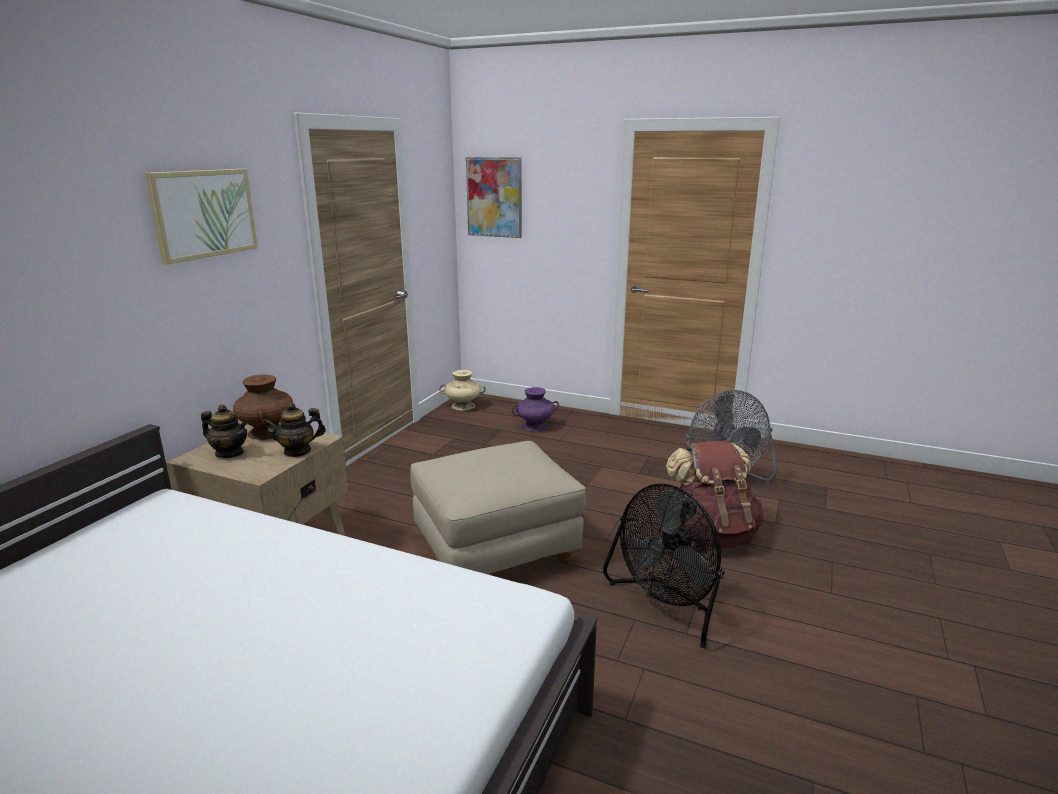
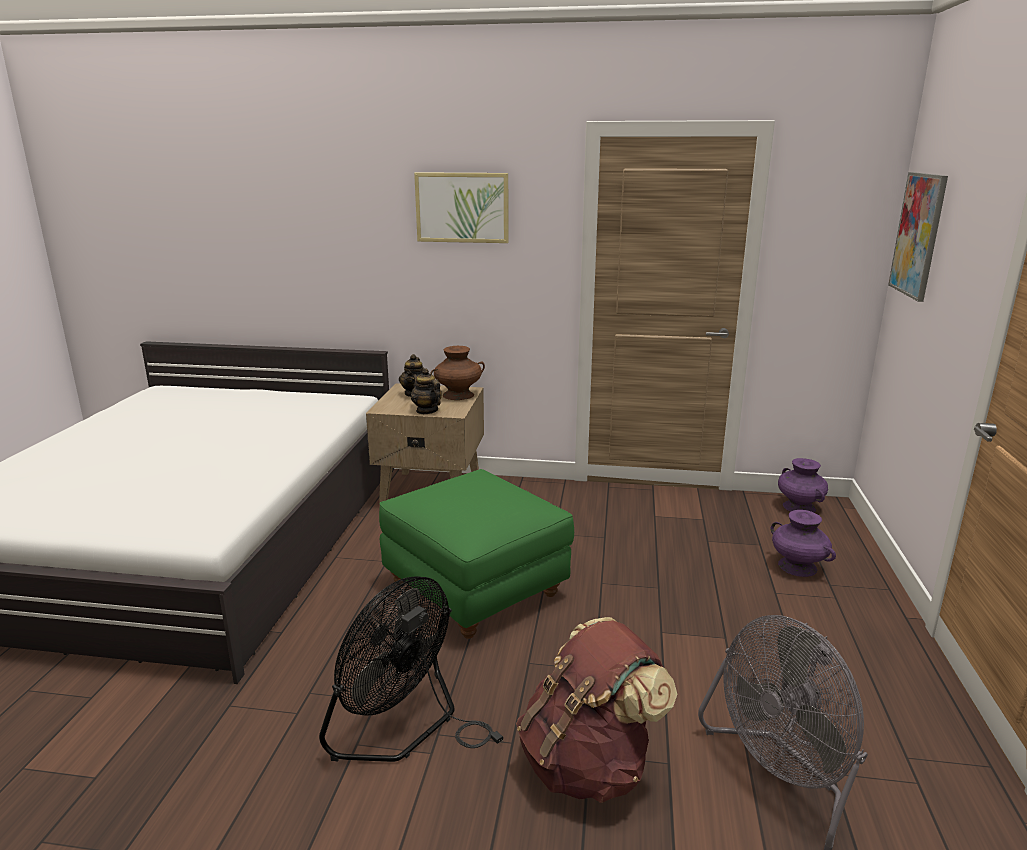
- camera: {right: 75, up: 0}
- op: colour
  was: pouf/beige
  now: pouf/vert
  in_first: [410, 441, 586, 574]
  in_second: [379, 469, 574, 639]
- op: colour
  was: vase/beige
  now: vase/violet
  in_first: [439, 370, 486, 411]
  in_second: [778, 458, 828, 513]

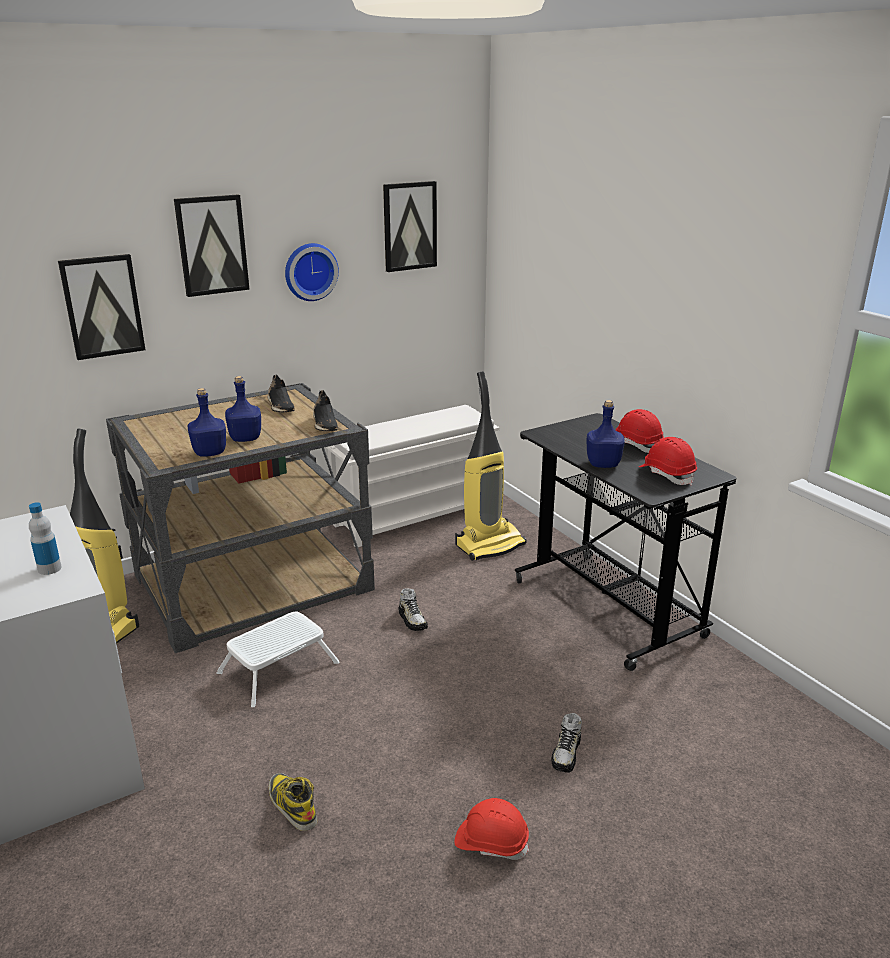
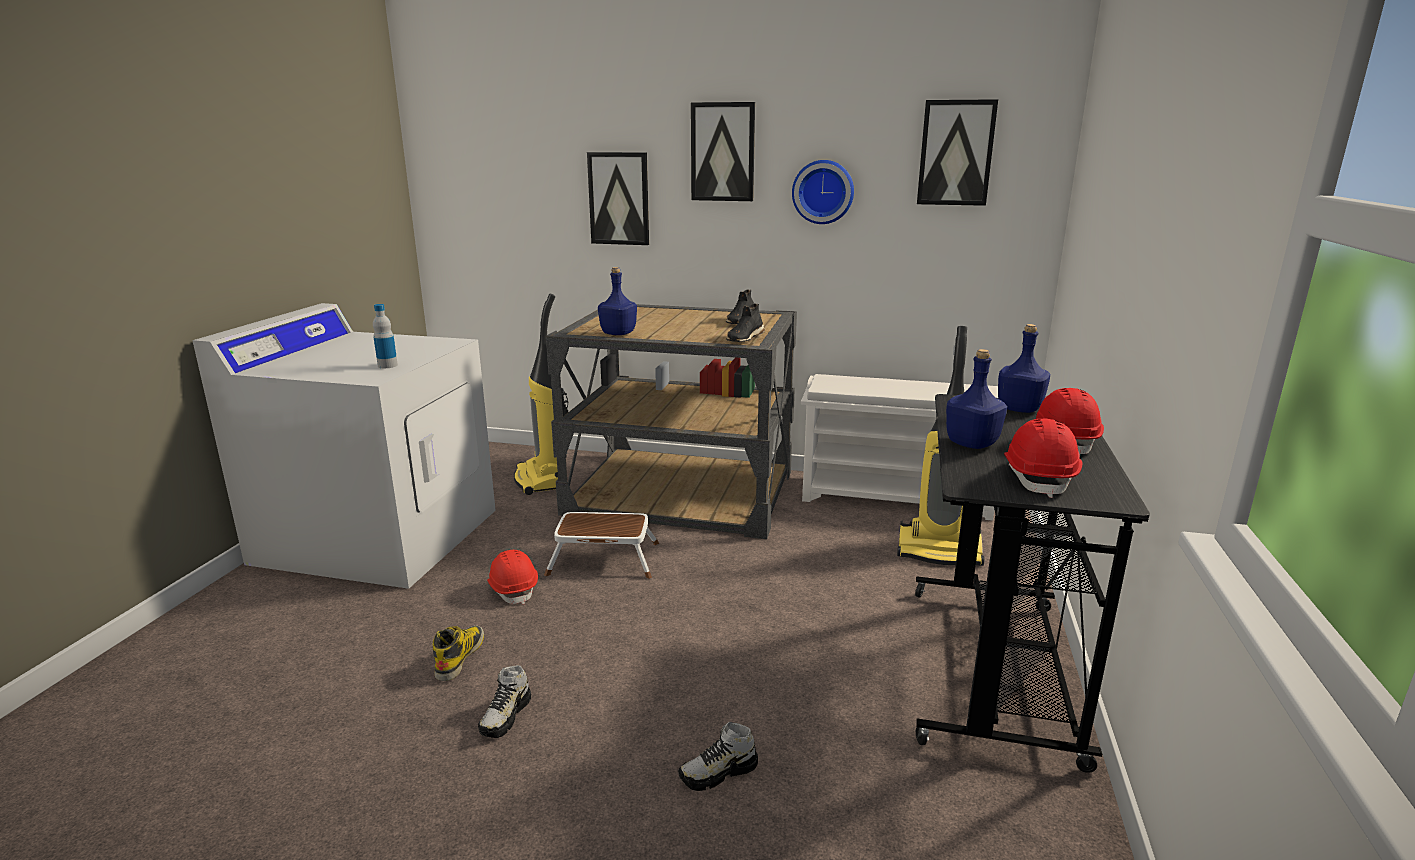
- camera: {right: 45, up: -5}
- op: colour
  was: escabeau/blanc
  now: escabeau/marron
  in_first: [216, 611, 340, 707]
  in_second: [544, 512, 659, 579]
- op: relocated
  was: bouteille/bleu
  in_first: [225, 376, 261, 442]
  in_second: [998, 324, 1050, 413]
- op: relocated
  was: chaussure
  in_first: [398, 588, 428, 631]
  in_second: [478, 665, 531, 738]
- op: relocated
  was: casque de chantier/rouge
  in_first: [455, 798, 529, 860]
  in_second: [487, 550, 538, 604]

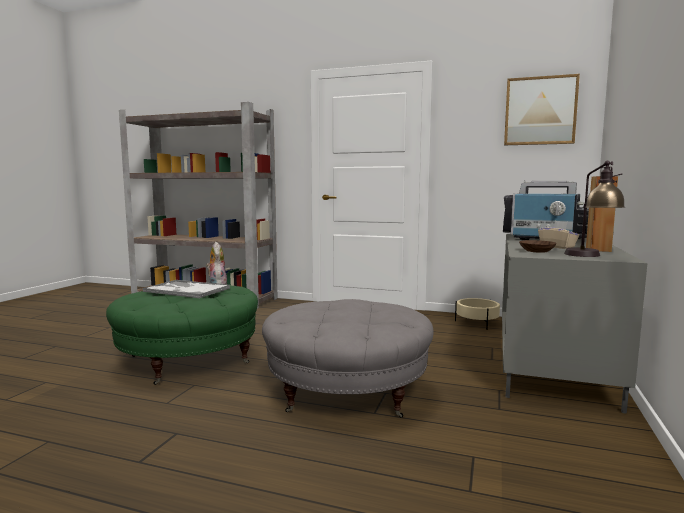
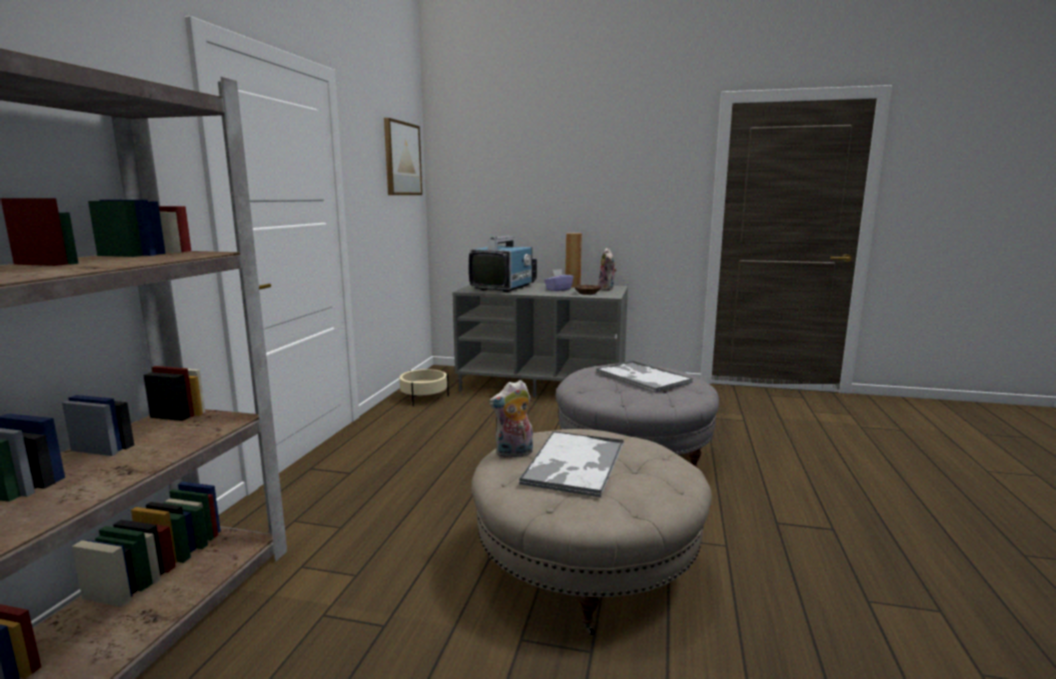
- camera: {right: -95, up: 5}
- op: colour
  was: pouf/vert
  now: pouf/beige
  in_first: [106, 285, 258, 385]
  in_second: [471, 429, 712, 635]
- op: colour
  was: boîte à mouchoirs/beige
  now: boîte à mouchoirs/violet
  in_first: [538, 221, 579, 249]
  in_second: [544, 269, 573, 291]
- op: exchanged
  was: lampe de table
  now: peluche
  in_first: [564, 161, 625, 257]
  in_second: [598, 248, 617, 290]
- op: appeared
  now: plateau
  in_second: [596, 361, 693, 393]

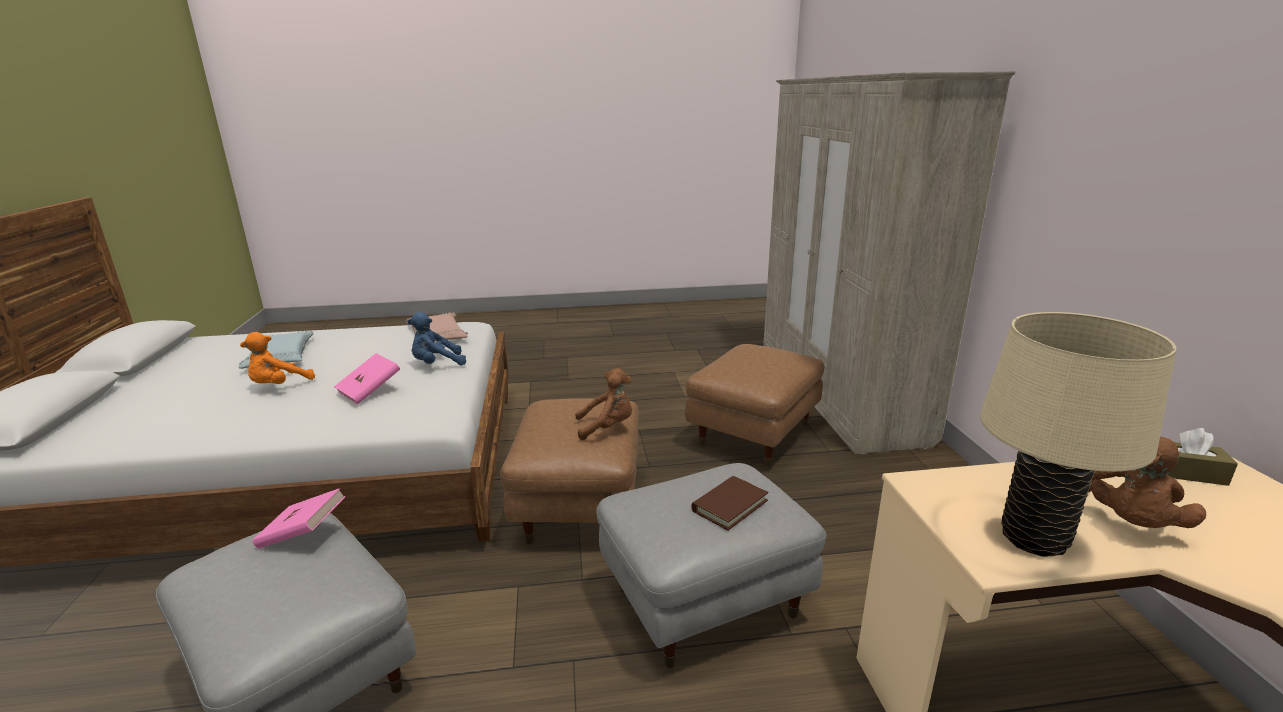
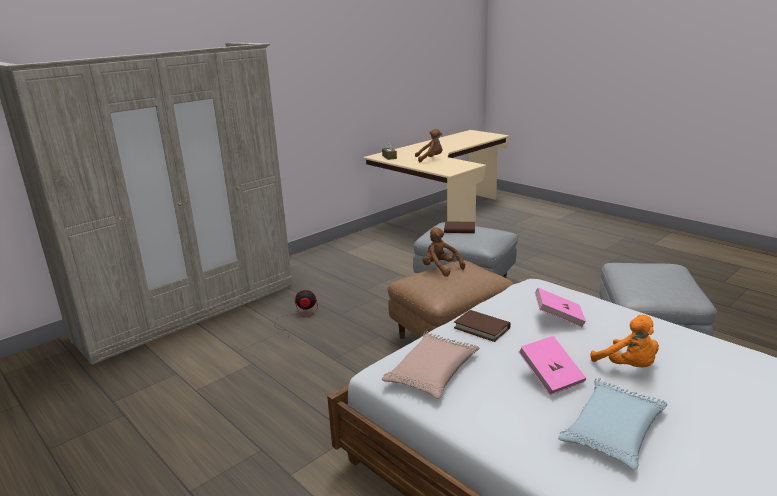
- camera: {right: -125, up: 0}
- op: spun
  was: peluche/orange
  in_first: [240, 332, 315, 384]
  in_second: [590, 315, 659, 367]
  clockwise: 60
- op: relocated
  was: livre/rose
  in_first: [252, 488, 345, 548]
  in_second: [518, 336, 586, 395]
- op: exchanged
  was: peluche/bleu
  now: livre/marron
  in_first: [407, 312, 466, 366]
  in_second: [454, 310, 511, 342]
- op: exchanged
  was: pouf/marron
  now: ventilateur
  in_first: [685, 344, 825, 467]
  in_second: [274, 290, 318, 338]
- op: missing
  was: lampe de table/beige
  in_first: [980, 312, 1177, 557]

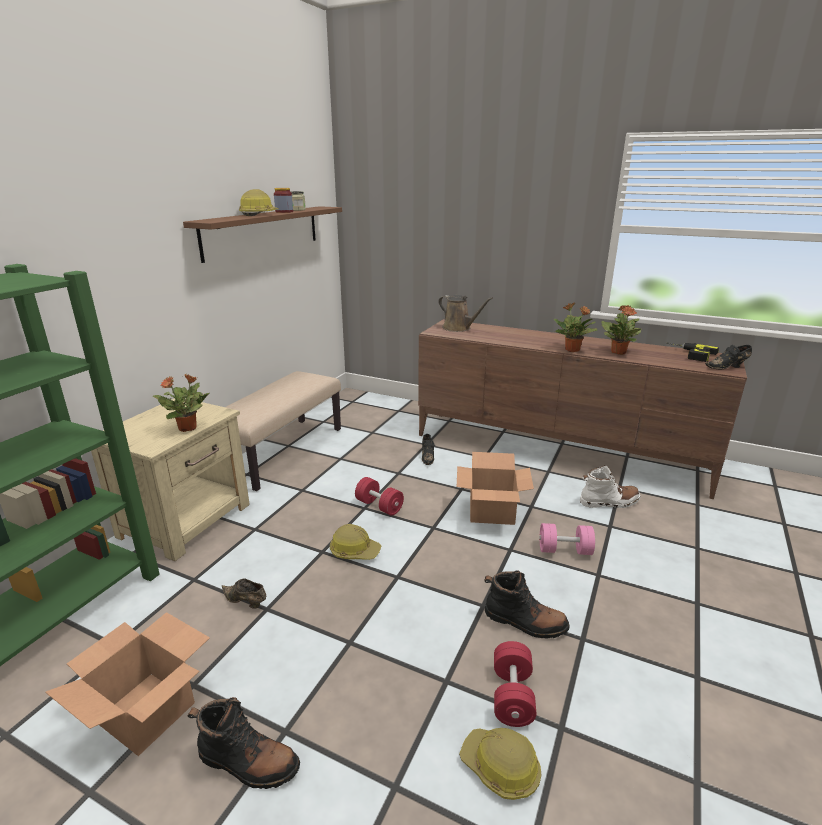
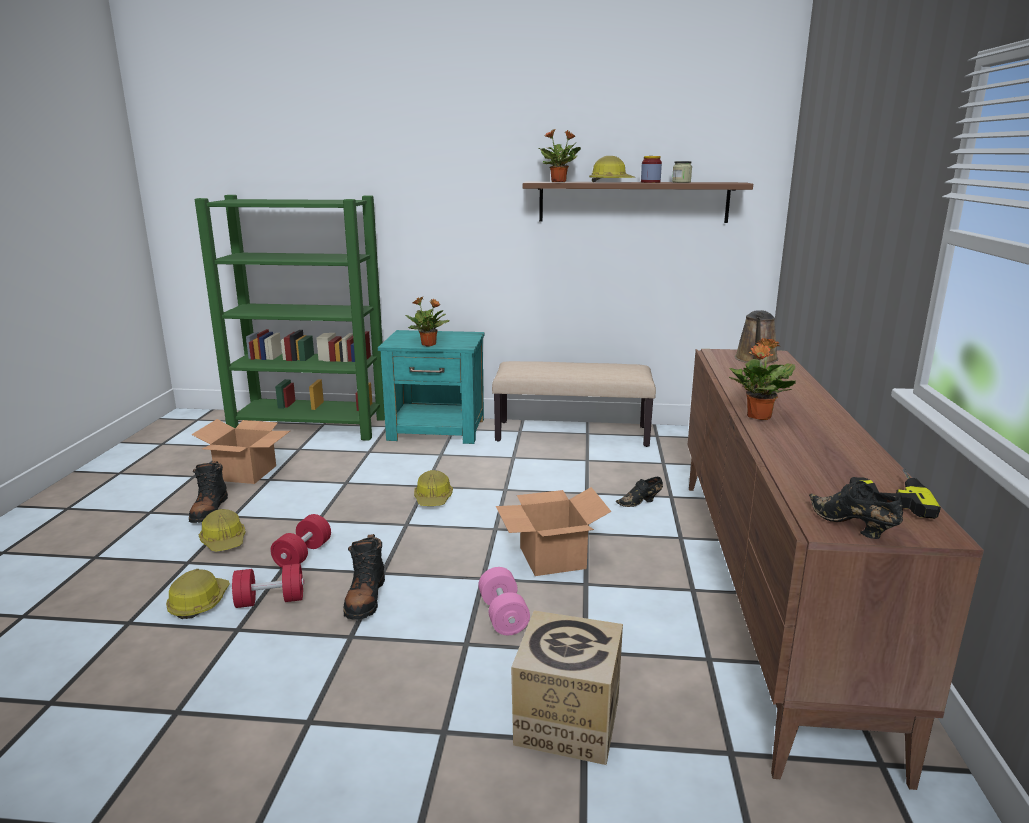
- camera: {right: 70, up: -5}
- op: colour
  was: table de chevet/beige
  now: table de chevet/turquoise
  in_first: [91, 398, 250, 561]
  in_second: [378, 330, 485, 444]
- op: missing
  was: chaussure/marron
  in_first: [222, 579, 266, 609]
- op: relocated
  was: haltère/rouge
  in_first: [355, 477, 404, 516]
  in_second: [270, 514, 331, 568]
- op: missing
  was: botte/blanc
  in_first: [580, 465, 641, 508]
- op: relocated
  was: plante en pot
  in_first: [601, 305, 641, 355]
  in_second: [539, 129, 581, 182]
- op: appeared
  now: casque de chantier
  in_second: [199, 509, 245, 551]
- op: appeared
  now: carton
  in_second: [511, 611, 623, 765]

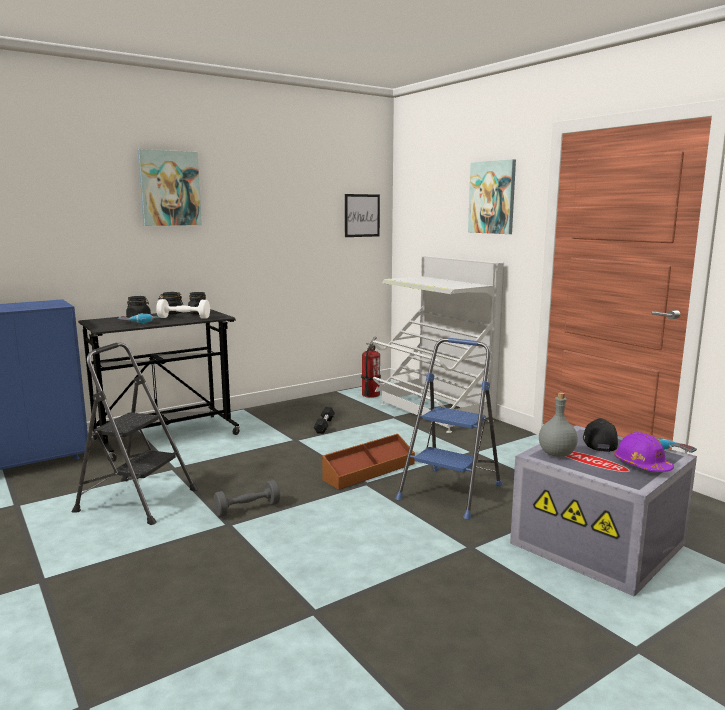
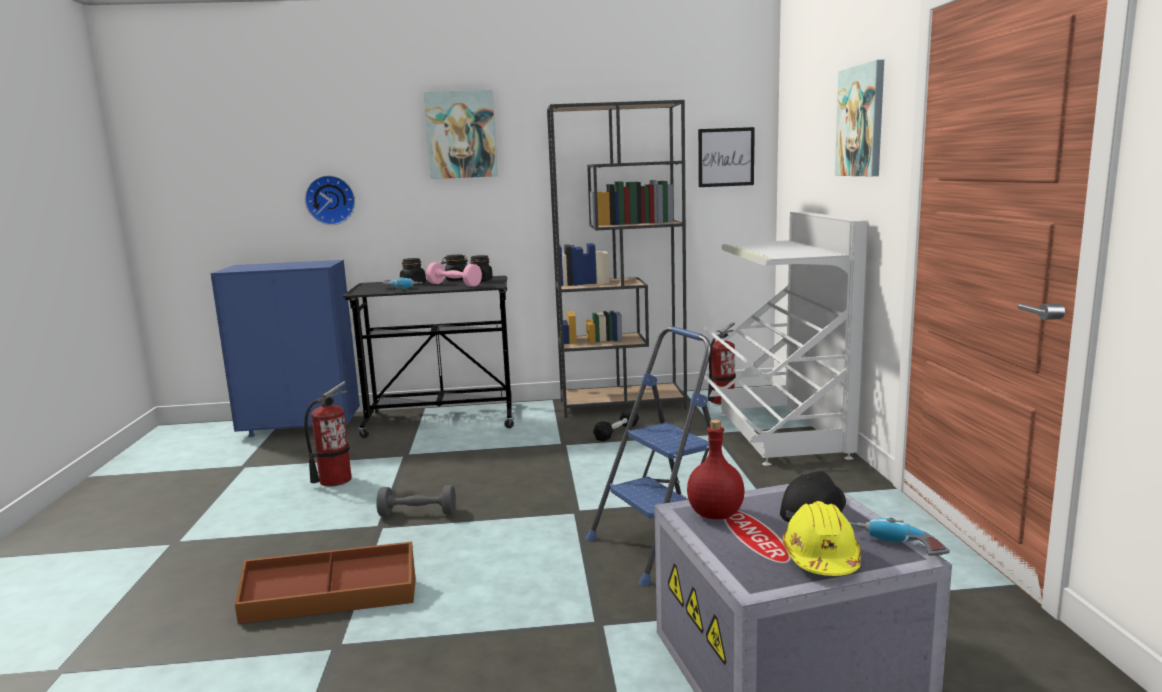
- camera: {right: 30, up: 0}
- op: exchanged
  was: escabeau/noir
  now: extincteur
  in_first: [71, 343, 198, 525]
  in_second: [304, 381, 352, 487]
- op: colour
  was: haltère/blanc
  now: haltère/rose
  in_first: [156, 299, 210, 319]
  in_second: [426, 262, 482, 287]
- op: relocated
  was: boîte de rangement/marron
  in_first: [322, 434, 415, 490]
  in_second: [235, 542, 416, 624]
- op: colour
  was: bouteille/gris
  now: bouteille/rouge
  in_first: [539, 392, 578, 457]
  in_second: [687, 420, 745, 519]
- op: colour
  was: casque de chantier/violet
  now: casque de chantier/jaune
  in_first: [614, 432, 674, 472]
  in_second: [782, 501, 861, 576]
- op: appeared
  now: horloge murale
  in_second: [305, 175, 355, 225]
- op: appeared
  now: bibliothèque
  in_second: [547, 100, 687, 418]

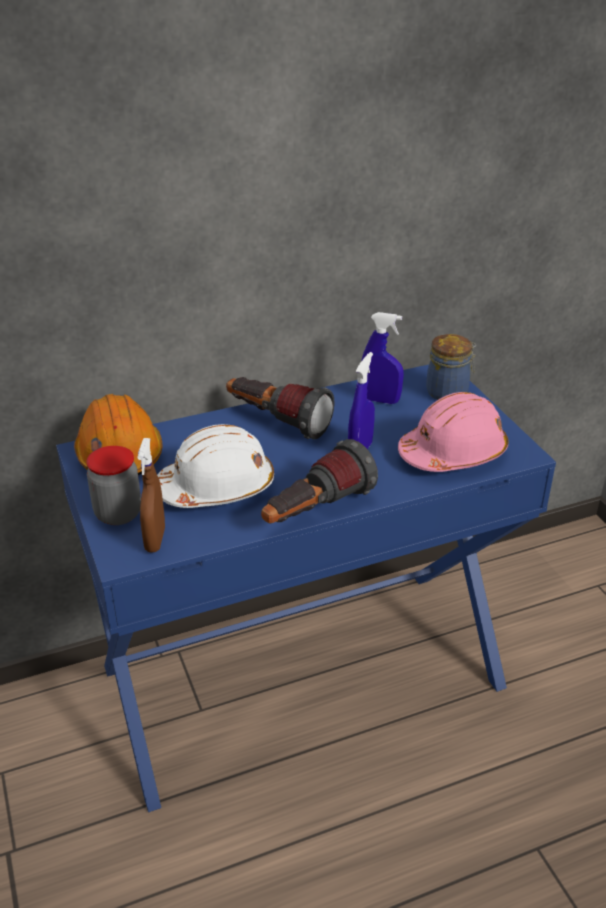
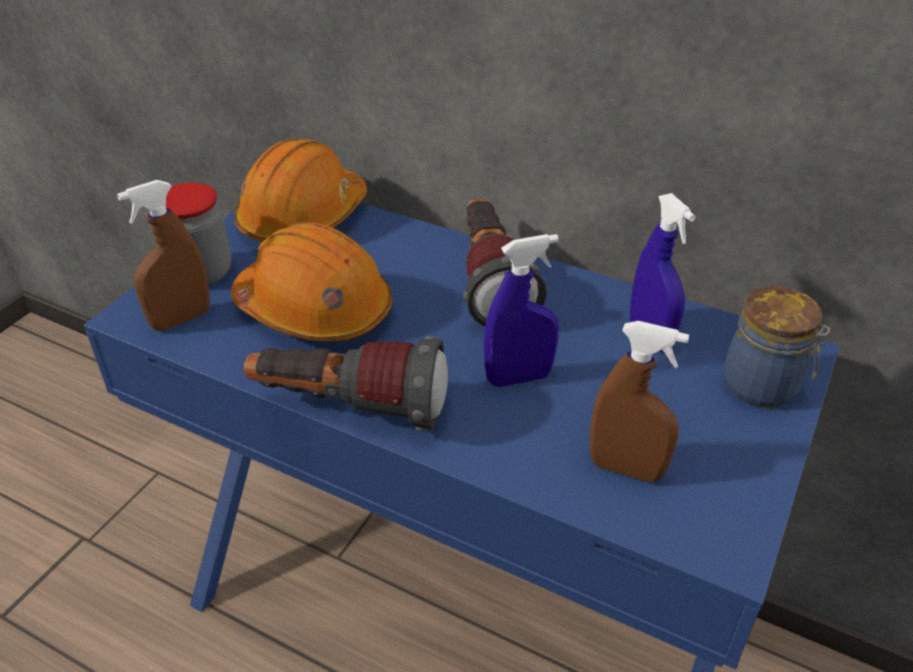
- camera: {right: 50, up: 5}
- op: colour
  was: casque de chantier/blanc
  now: casque de chantier/orange
  in_first: [157, 424, 274, 508]
  in_second: [231, 222, 392, 341]
- op: exchanged
  was: casque de chantier/rose
  now: vaporisateur/marron
  in_first: [398, 392, 508, 472]
  in_second: [590, 321, 689, 482]

